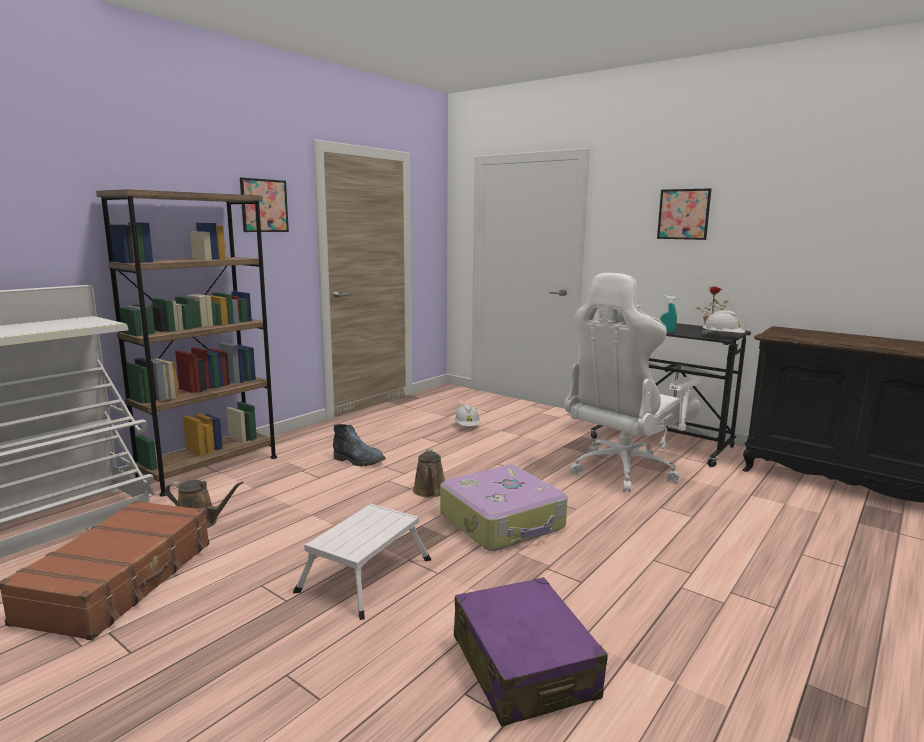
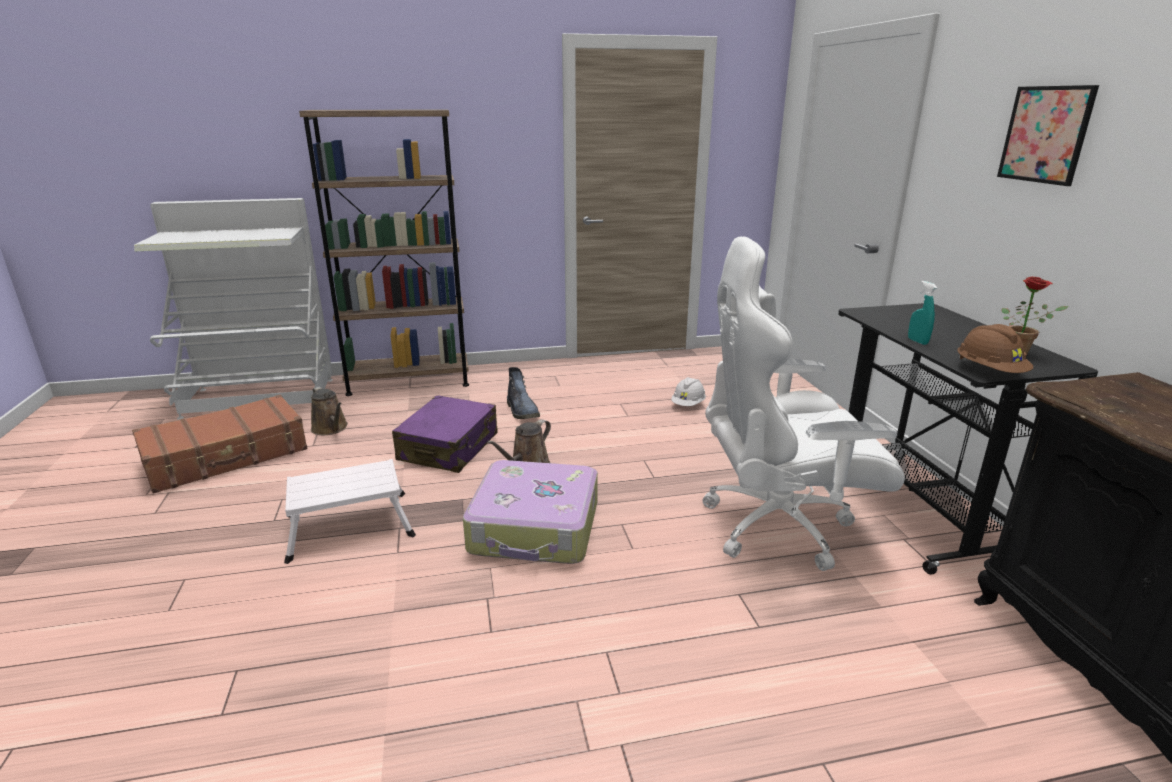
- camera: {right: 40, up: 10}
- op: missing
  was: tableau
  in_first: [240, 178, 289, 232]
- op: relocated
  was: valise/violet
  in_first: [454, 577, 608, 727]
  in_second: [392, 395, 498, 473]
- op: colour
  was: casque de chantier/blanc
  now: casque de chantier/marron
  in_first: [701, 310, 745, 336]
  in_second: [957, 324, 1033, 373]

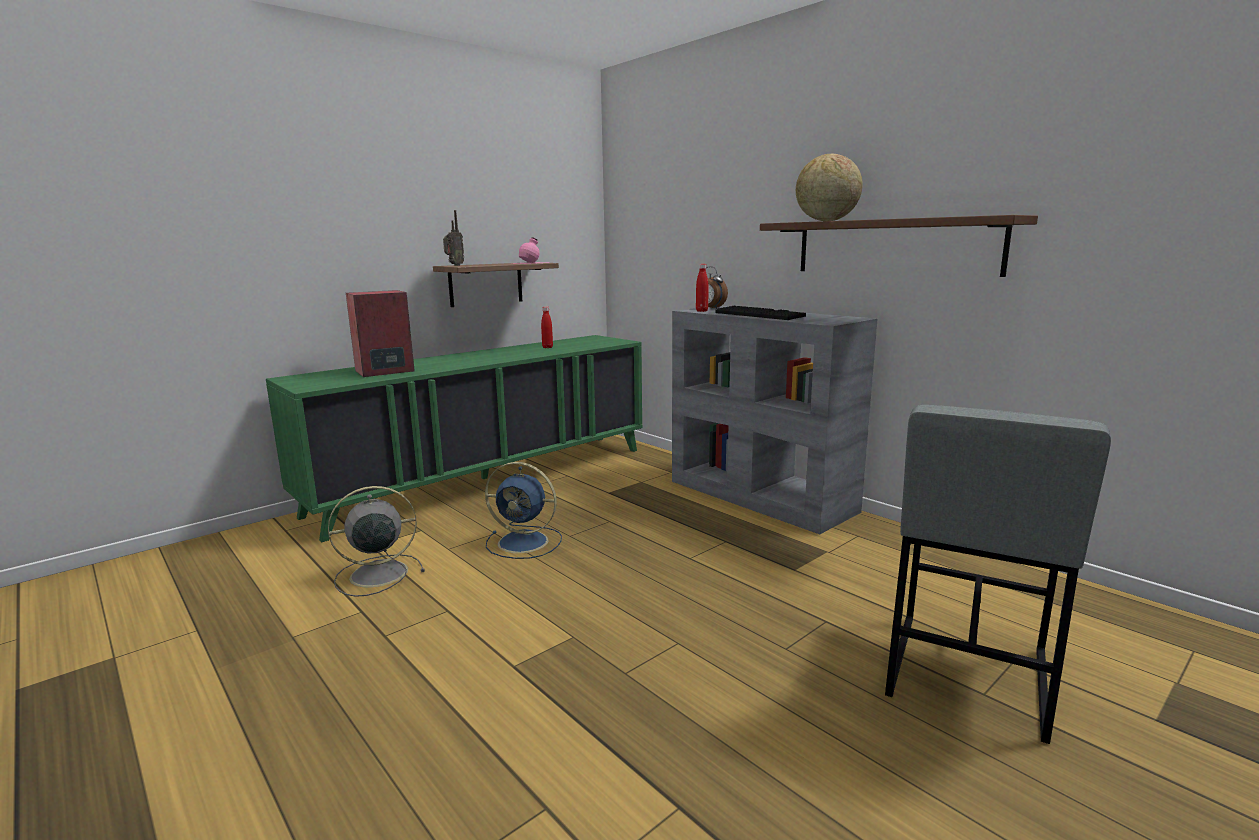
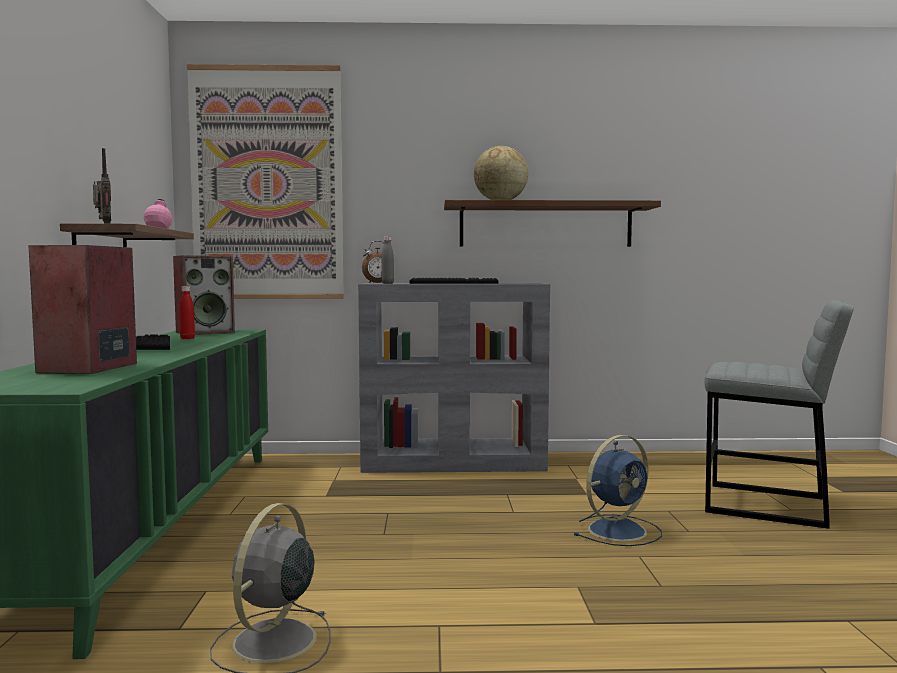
- camera: {right: -50, up: -10}
- op: relocated
  was: ventilateur/bleu
  in_first: [485, 462, 562, 559]
  in_second: [573, 435, 662, 546]
- op: colour
  was: bouteille/rouge
  now: bouteille/gris
  in_first: [696, 264, 709, 312]
  in_second: [381, 236, 394, 284]
- op: spun
  was: chaise/gris
  in_first: [885, 405, 1111, 744]
  in_second: [704, 300, 854, 529]
  clockwise: -45
- op: appeared
  now: clavier
  in_second: [136, 334, 170, 350]
- op: appeared
  now: enceinte
  in_second: [173, 255, 235, 335]
- op: appeared
  now: tableau
  in_second: [187, 64, 344, 299]

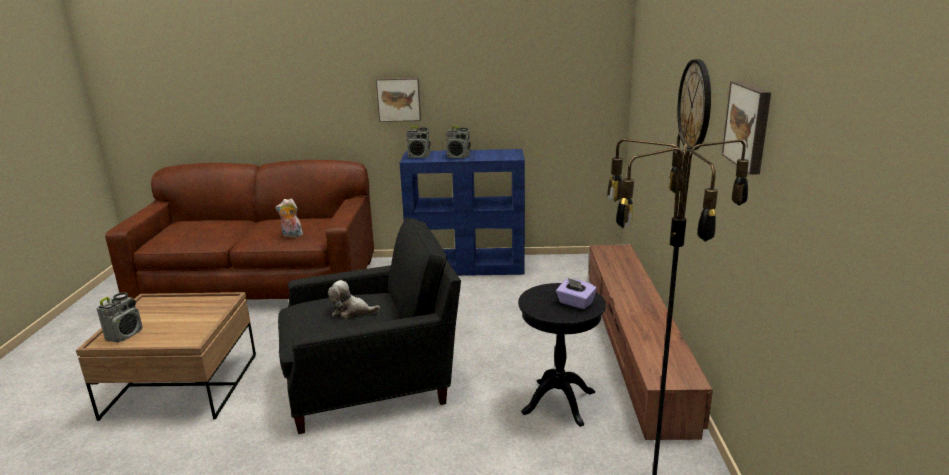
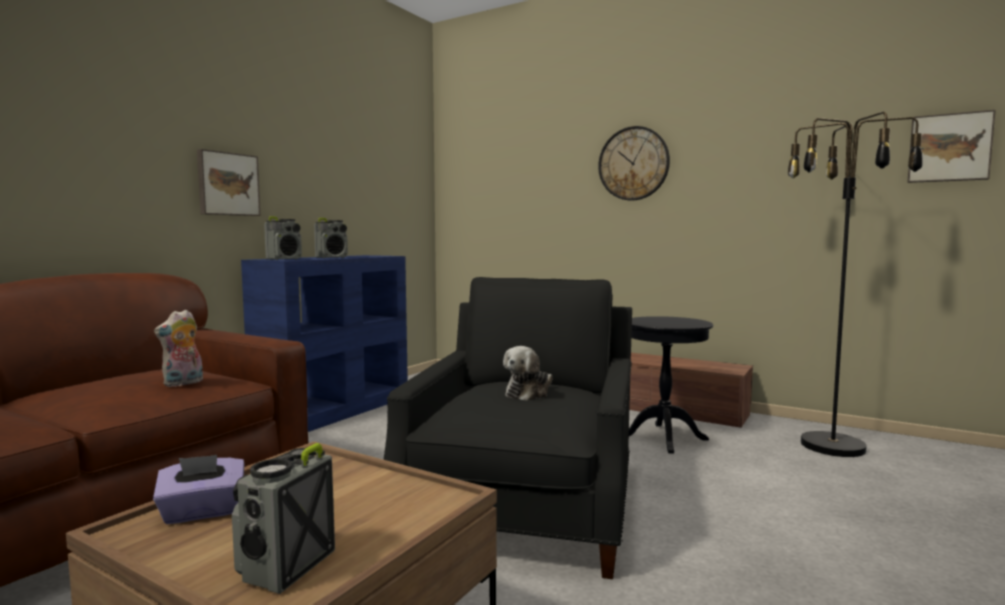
- camera: {right: -60, up: -15}
- op: spun
  was: radio
  in_first: [97, 292, 143, 343]
  in_second: [232, 443, 335, 594]
  clockwise: -120
- op: relocated
  was: boîte à mouchoirs/violet
  in_first: [556, 278, 597, 309]
  in_second: [153, 455, 244, 524]
- op: relocated
  was: tableau
  in_first: [722, 81, 771, 175]
  in_second: [907, 110, 996, 183]

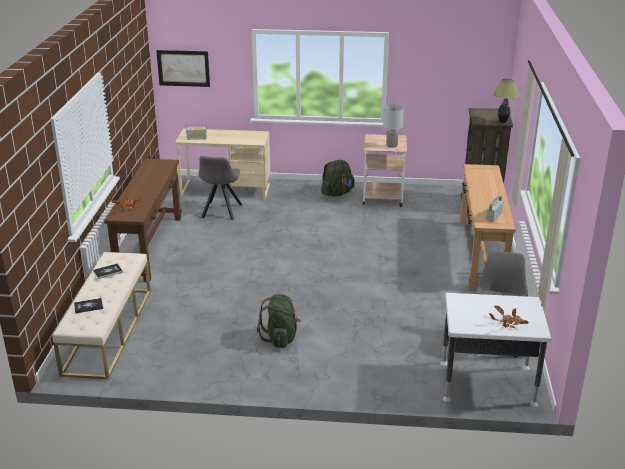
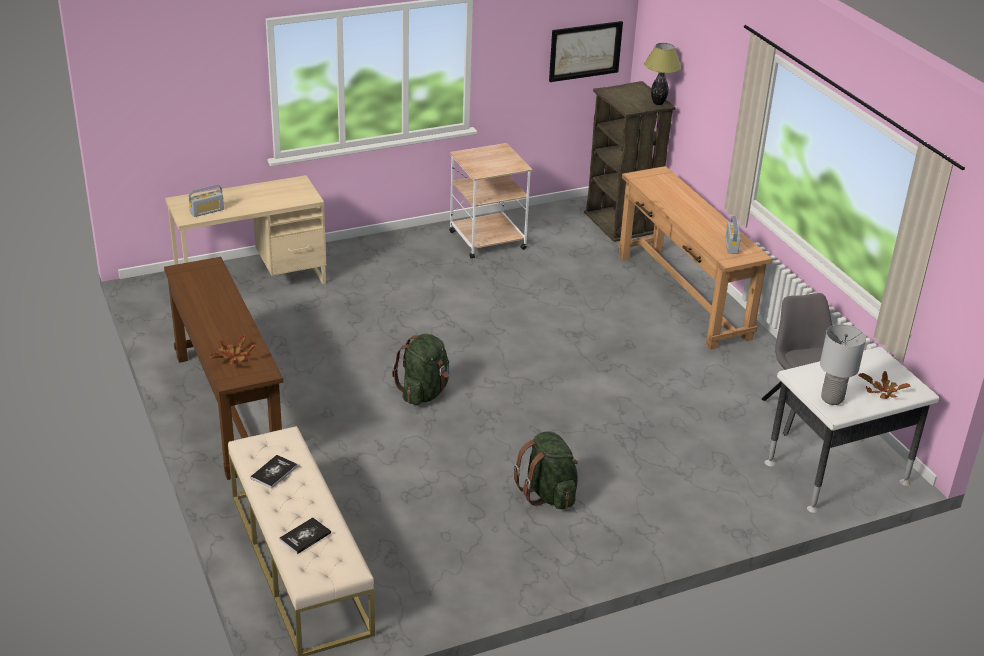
- camera: {right: -30, up: 5}
- op: relocated
  was: tableau
  in_first: [156, 50, 210, 87]
  in_second: [549, 21, 623, 82]
- op: missing
  was: chaise/gris
  in_first: [199, 156, 242, 220]
- op: relocated
  was: sac à dos/vert
  in_first: [321, 160, 355, 197]
  in_second: [392, 334, 449, 405]
- op: relocated
  was: lampe de table/gris
  in_first: [383, 104, 404, 148]
  in_second: [820, 324, 866, 405]

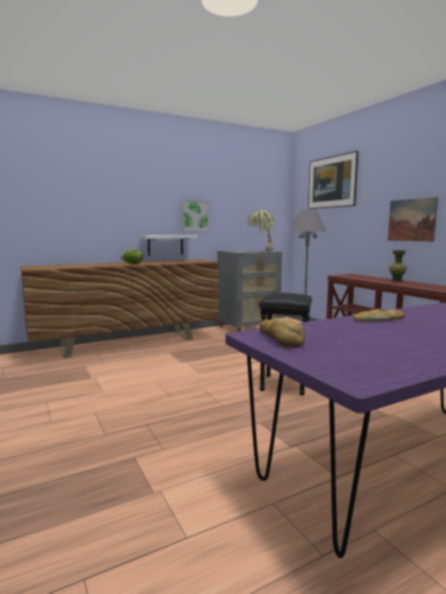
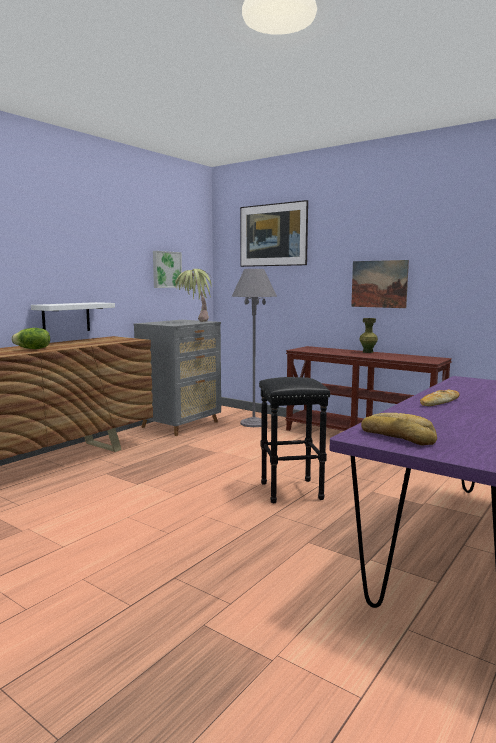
- camera: {right: -25, up: 0}
- op: relocated
  was: tableau
  in_first: [181, 200, 209, 230]
  in_second: [153, 251, 182, 288]

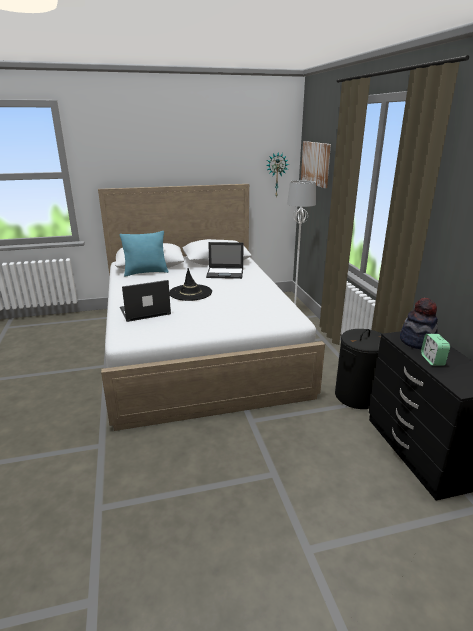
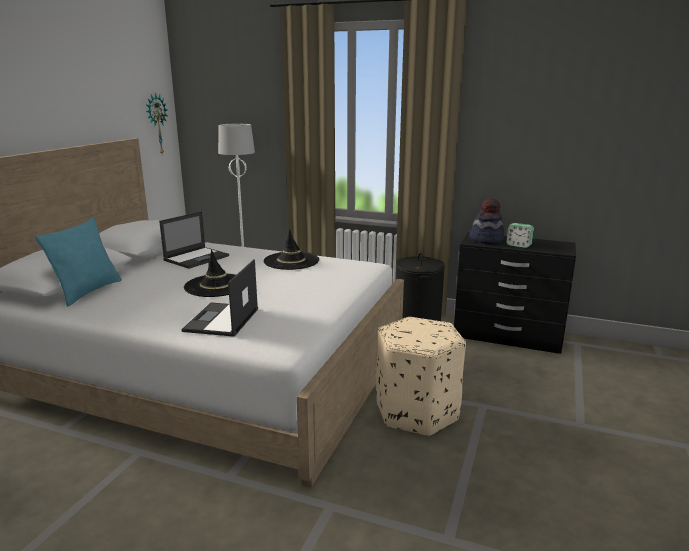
- camera: {right: -55, up: -5}
- op: missing
  was: tableau
  in_first: [301, 141, 331, 188]
- op: appeared
  now: chapeau/noir
  in_second: [264, 229, 319, 270]
- op: appeared
  now: pouf/beige
  in_second: [376, 317, 466, 436]

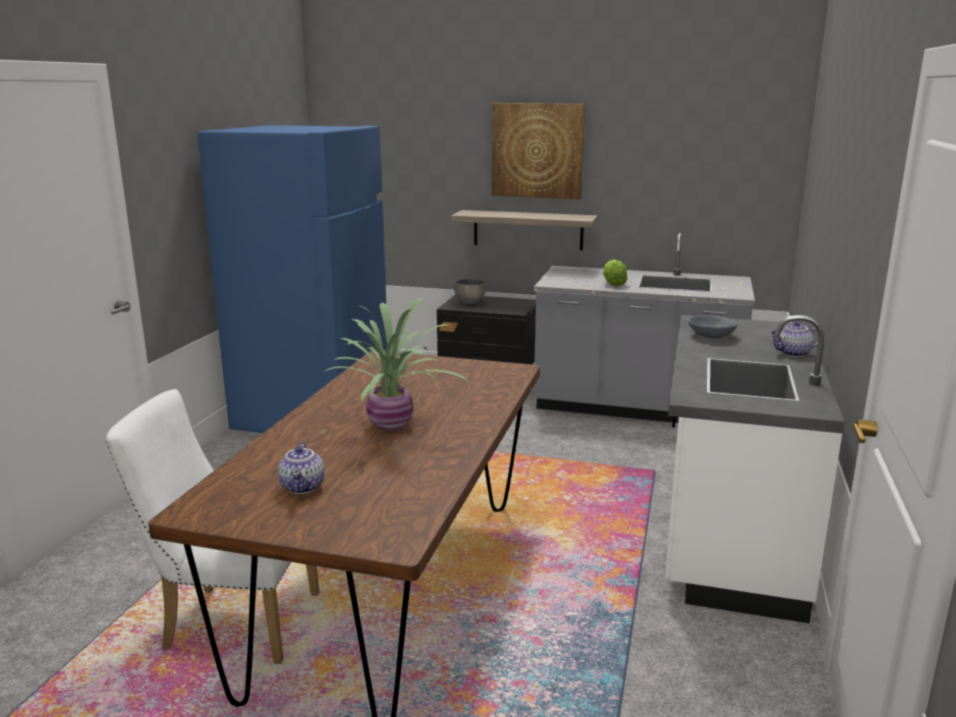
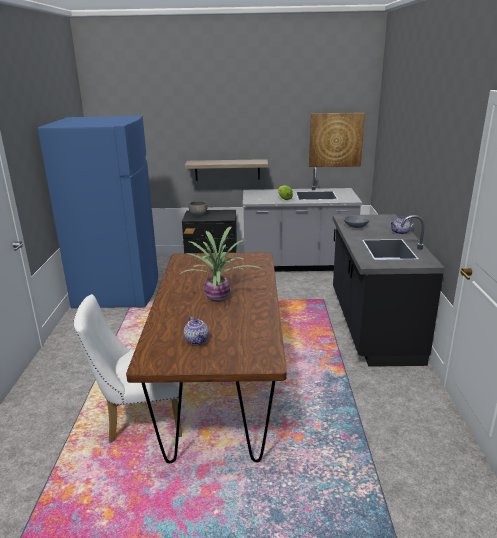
- camera: {right: -15, up: 5}
- op: relocated
  was: tableau
  in_first: [492, 103, 585, 199]
  in_second: [309, 113, 365, 167]
- op: colour
  was: comptoir de cuisine/blanc
  now: comptoir de cuisine/noir
  in_first: [665, 315, 845, 624]
  in_second: [333, 214, 445, 367]

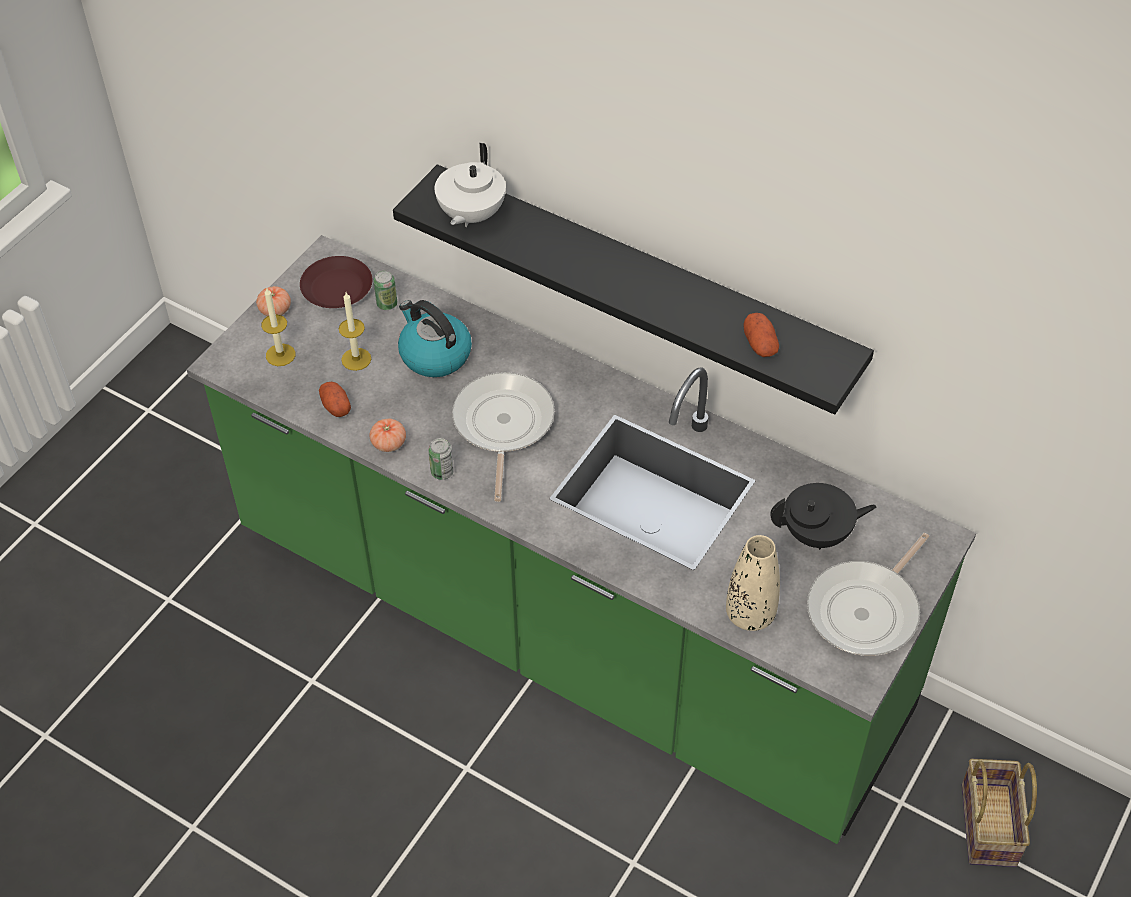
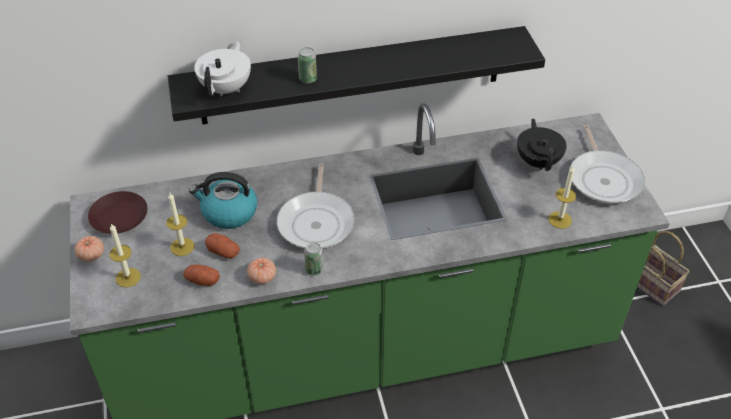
- camera: {right: -45, up: -5}
- op: relocated
  was: boîte métallique
  in_first: [373, 270, 397, 310]
  in_second: [298, 47, 317, 83]
- op: spun
  was: théière/blanc
  in_first: [435, 143, 506, 227]
  in_second: [194, 41, 251, 97]
  clockwise: -135
- op: spun
  was: poêle
  in_first: [452, 372, 555, 502]
  in_second: [277, 163, 355, 249]
  clockwise: -135
- op: exchanged
  was: vase/beige
  now: bougie
  in_first: [726, 535, 780, 631]
  in_second: [548, 166, 576, 229]
- op: relocated
  was: pomme de terre
  in_first: [743, 313, 779, 357]
  in_second: [205, 233, 240, 258]
- op: spun
  was: théière/noir
  in_first: [770, 483, 877, 550]
  in_second: [517, 119, 567, 171]
  clockwise: -45

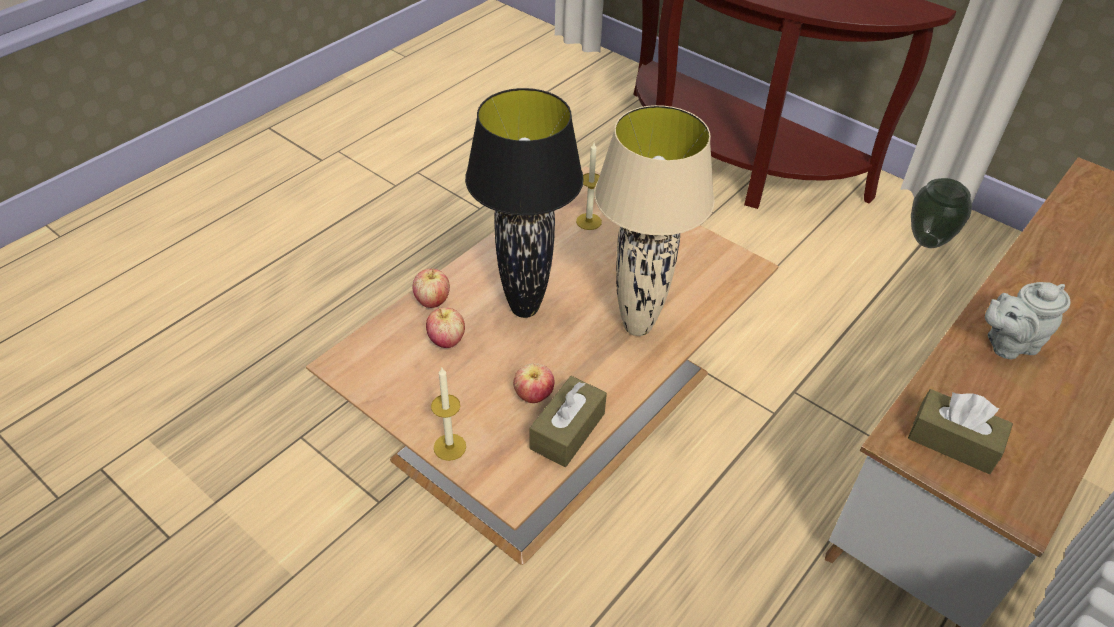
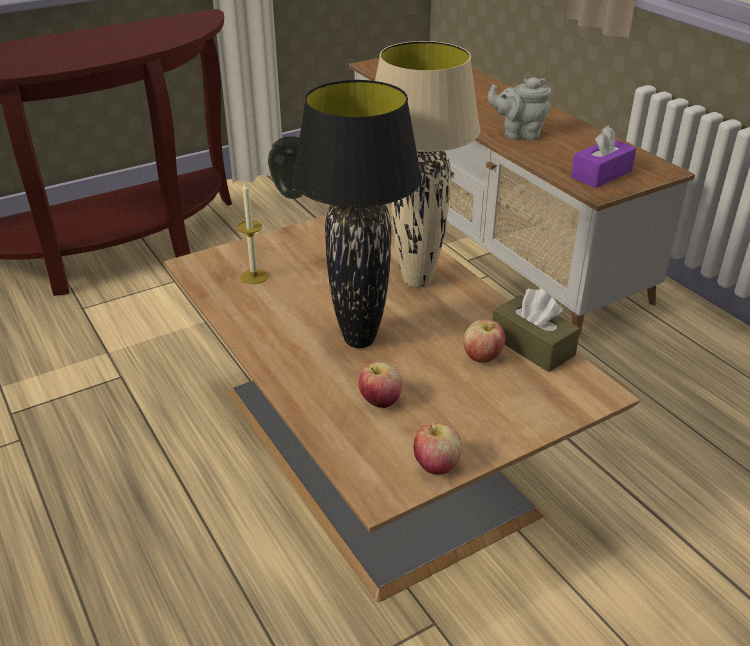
- camera: {right: -70, up: -10}
- op: relocated
  was: pomme
  in_first: [413, 269, 450, 308]
  in_second: [413, 423, 462, 475]
- op: missing
  was: bougie
  in_first: [431, 368, 466, 461]
- op: colour
  was: boîte à mouchoirs/marron
  now: boîte à mouchoirs/violet
  in_first: [908, 389, 1013, 474]
  in_second: [571, 125, 636, 188]
- op: spun
  was: théière/gris
  in_first: [985, 282, 1070, 359]
  in_second: [488, 77, 551, 140]
  clockwise: 90

